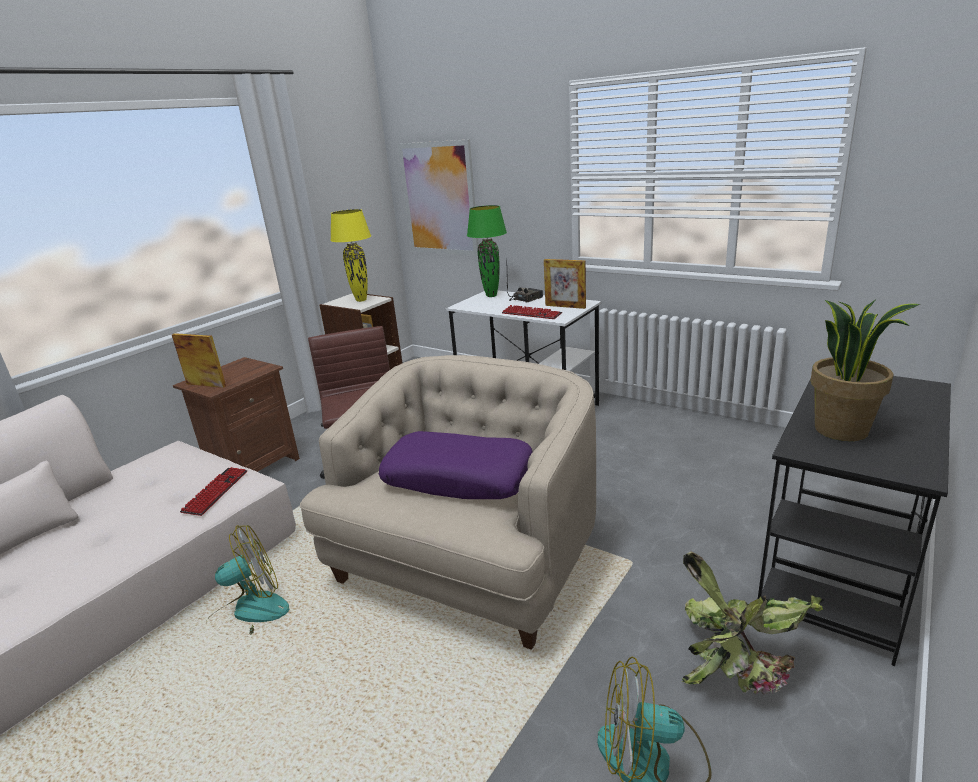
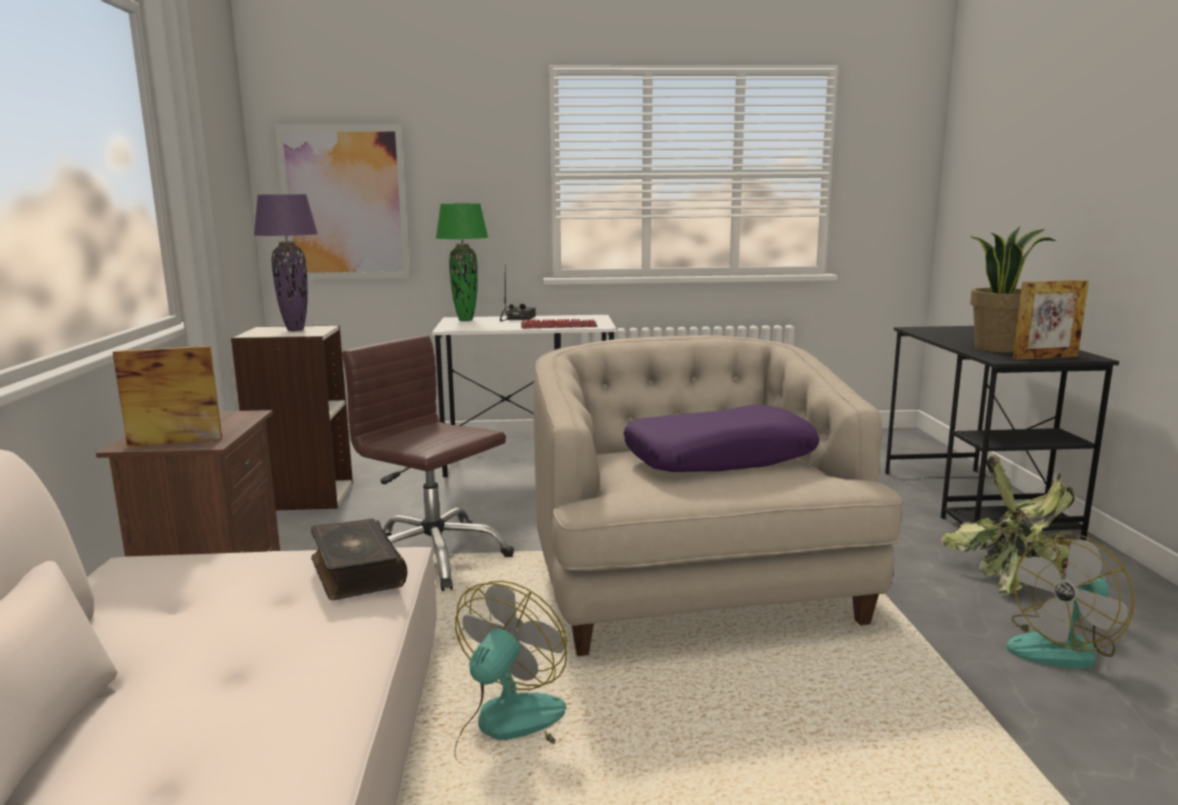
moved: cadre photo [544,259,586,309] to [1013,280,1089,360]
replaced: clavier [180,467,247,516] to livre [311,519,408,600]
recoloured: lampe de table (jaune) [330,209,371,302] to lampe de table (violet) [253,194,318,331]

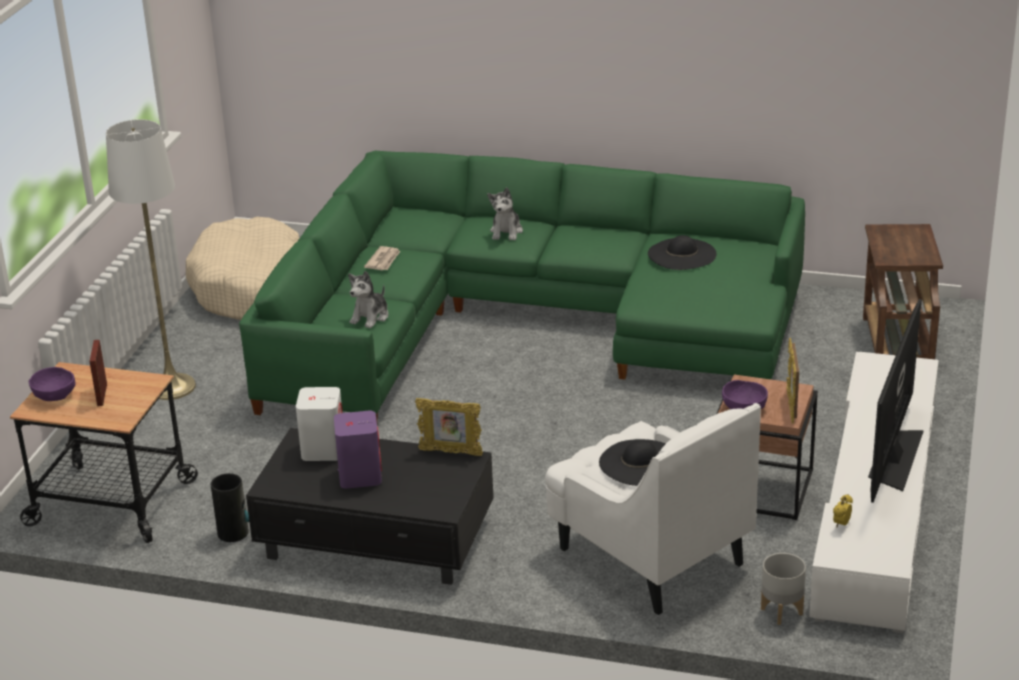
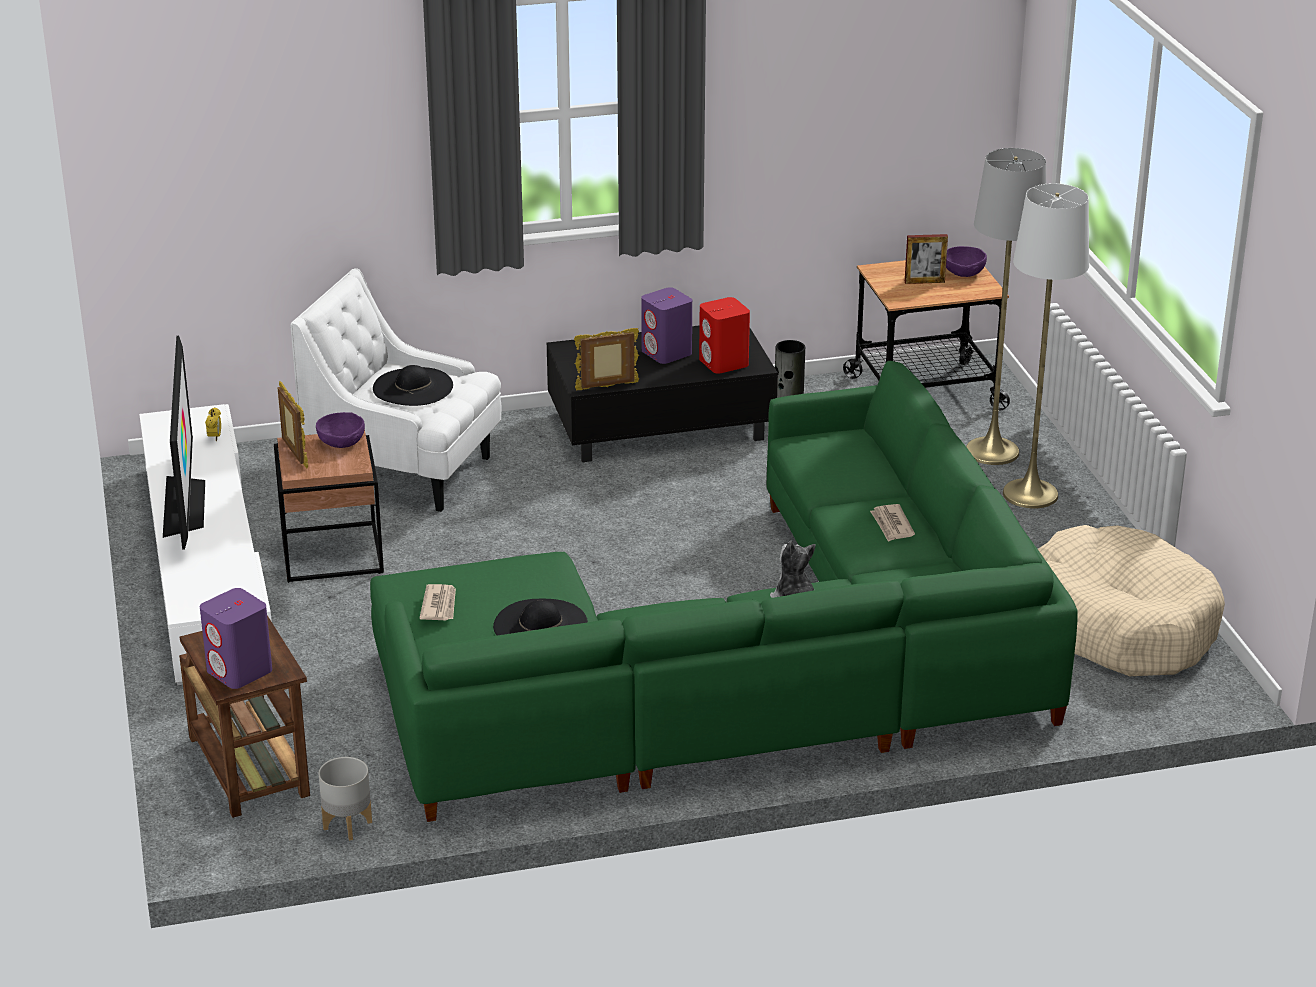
removed: peluche [348,271,389,328]
added: enceinte (violet) [200,588,272,689]; journal [419,584,456,621]; lampadaire (gris) [966,148,1046,465]
moved: cache-pot (gris) [761,553,806,625] to [319,757,372,841]
recoloured: enceinte (blanc) [296,387,342,461] to enceinte (rouge) [699,297,750,374]
turned: cadre photo [89,340,107,406] = [905,234,948,284] 120 degrees clockwise

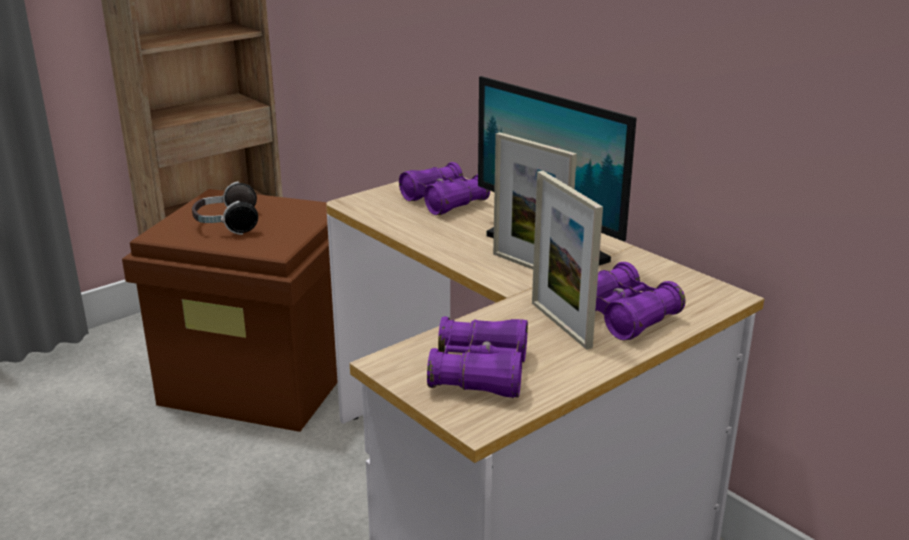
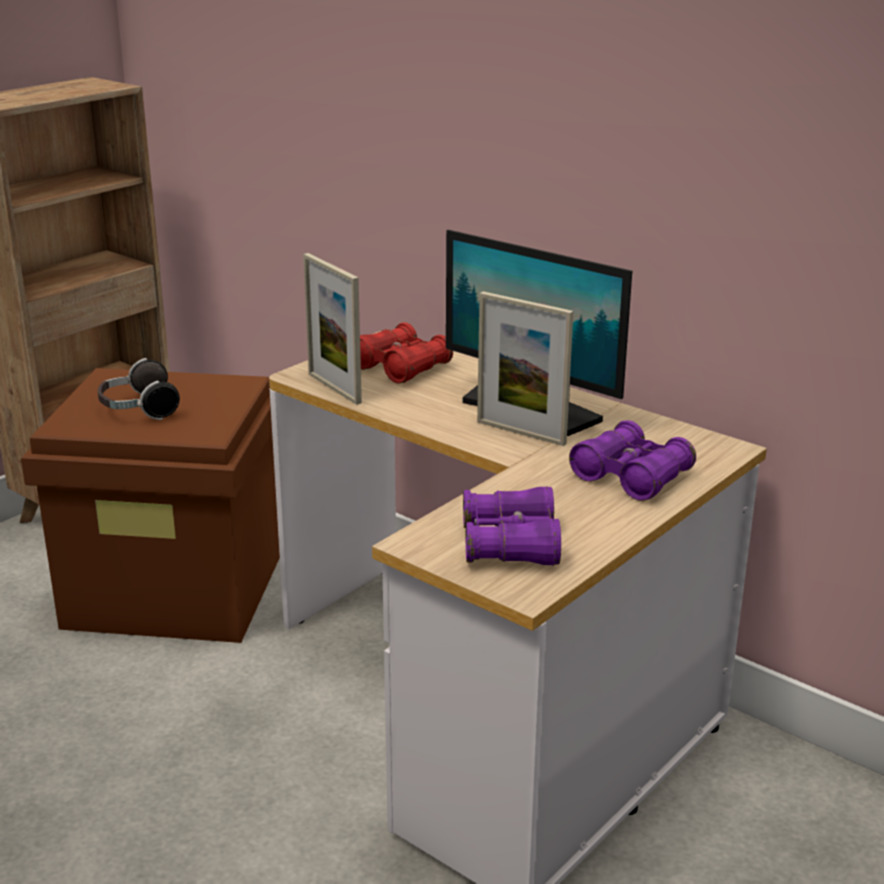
moved: cadre photo [532,171,603,350] to [303,253,362,405]
recoloured: jumelles (violet) [399,162,490,215] to jumelles (rouge) [360,323,453,383]

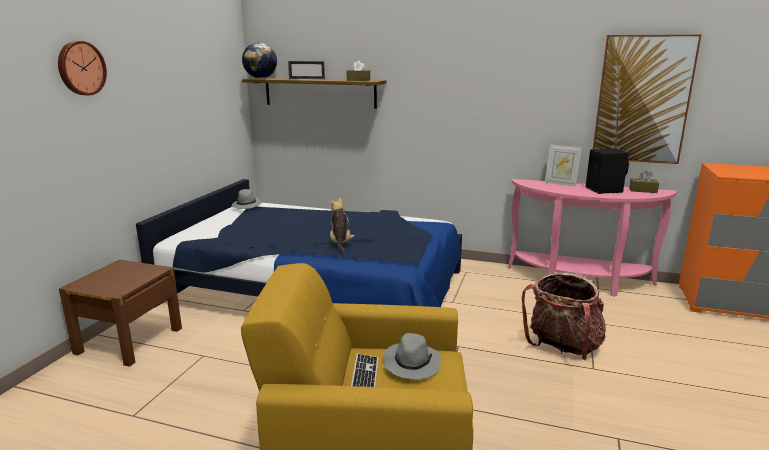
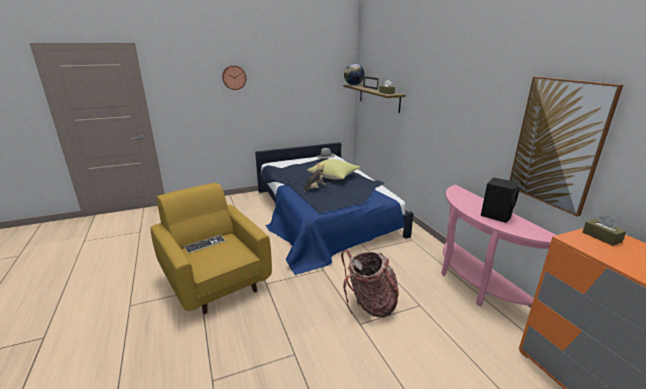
removed: table de chevet (marron) [59,260,182,367]; chapeau (gris) [384,333,441,380]; cadre photo [545,144,582,187]
added: coussin (jaune) [307,159,361,180]
moved: boîte à mouchoirs (marron) [629,170,659,193] to [583,215,626,246]

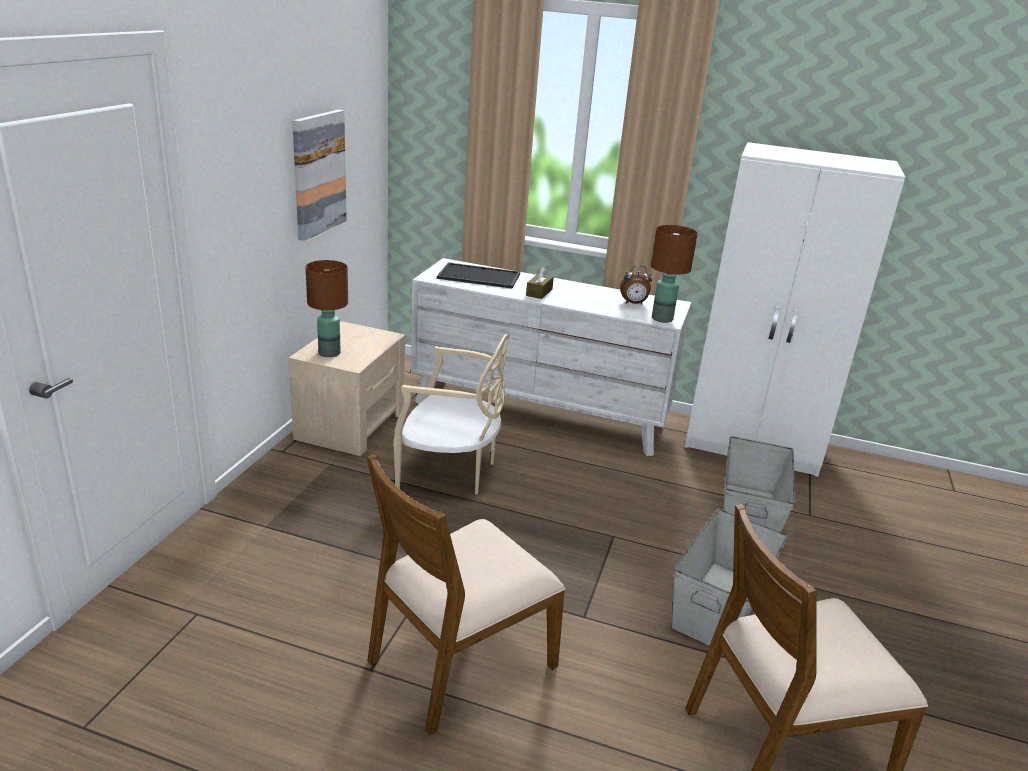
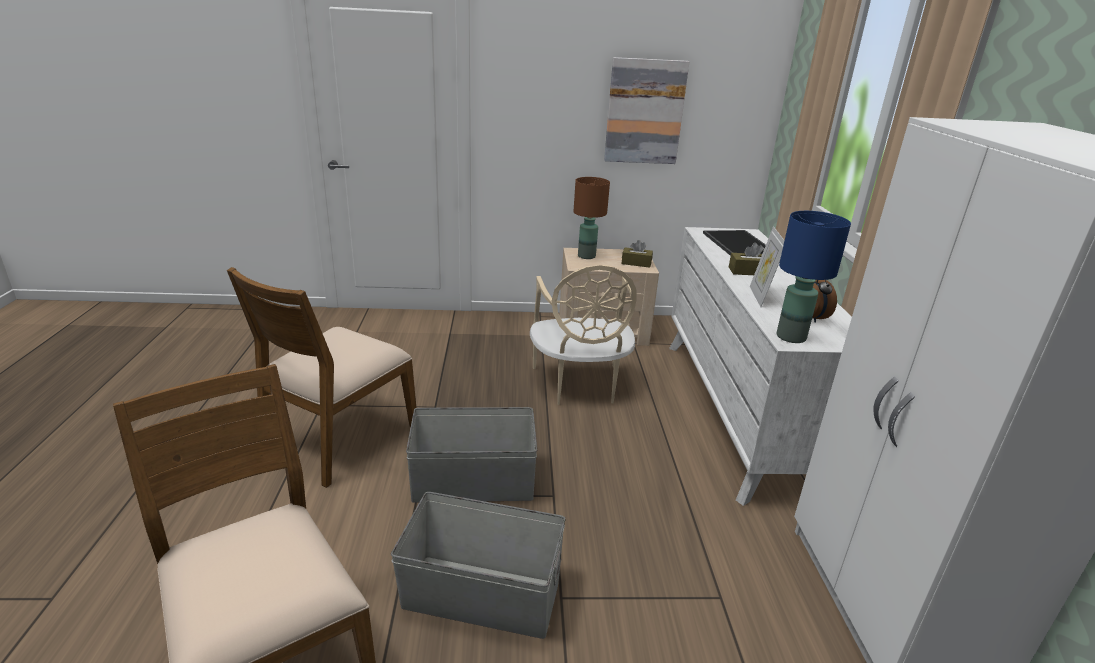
added: boîte à mouchoirs (marron) [622,240,653,268]; cadre photo [750,226,785,307]
moved: boîte de rangement (gris) [723,436,795,532] to [406,407,537,503]
recoloured: lampe de table (marron) [651,225,698,323] to lampe de table (bleu) [776,211,851,343]
turned: chaise (marron) [366,453,566,735] = [227,267,416,488] 90 degrees counterclockwise

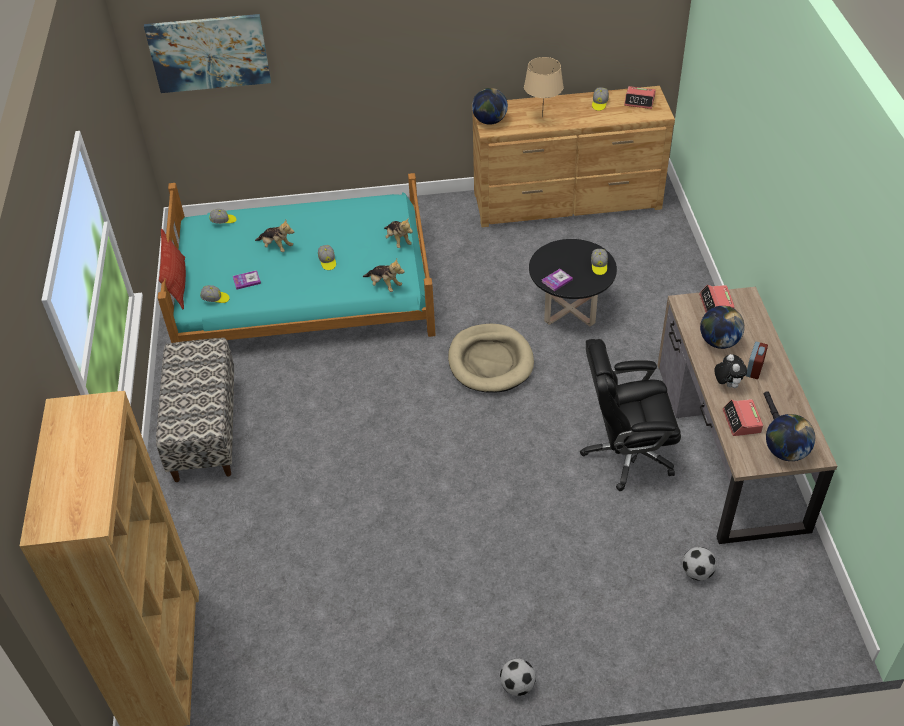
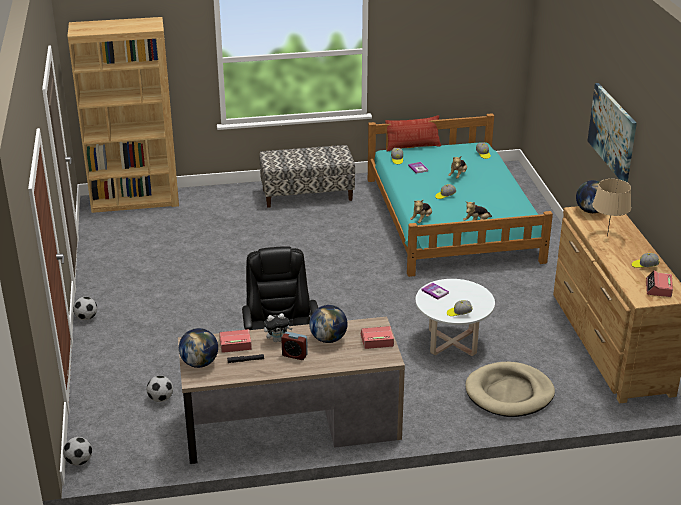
added: ballon de foot [63,437,92,466]
moved: panier pour chien (beige) [448,324,534,393] to [465,362,555,417]; tableau [144,14,271,93] to [588,83,637,183]
recoloured: table basse (noir) [529,239,617,326] to table basse (blanc) [415,279,495,356]

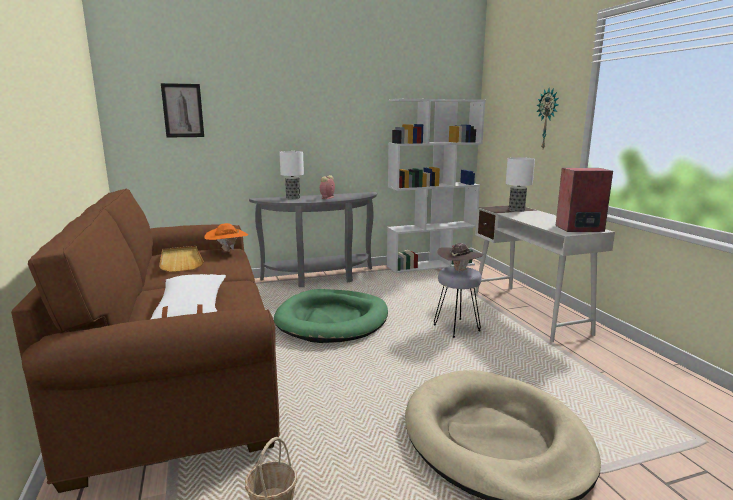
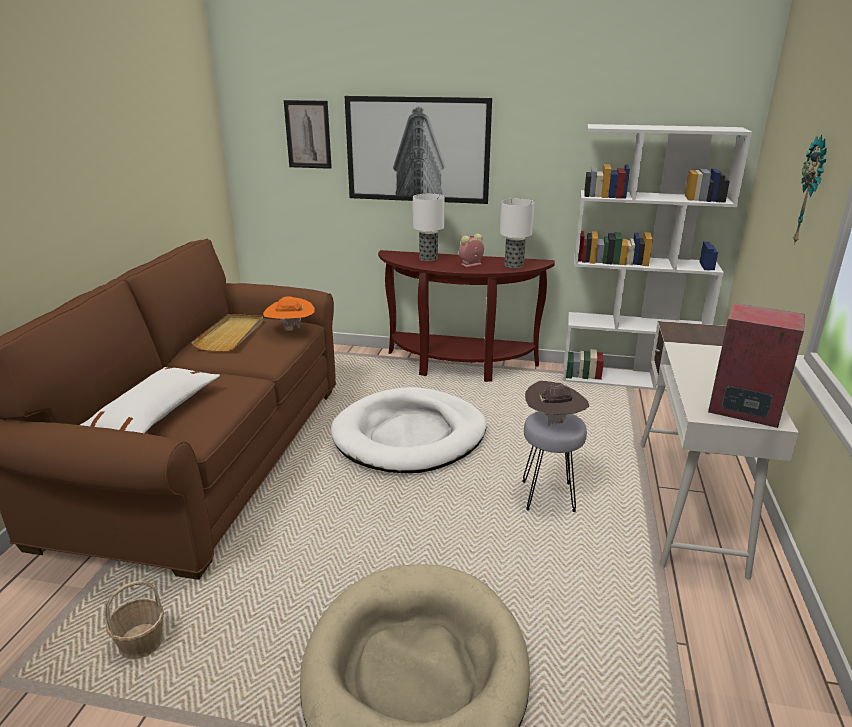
added: tableau [345,96,492,204]
moved: lampe de table [506,157,535,212] to [500,199,535,268]
recoloured: panier pour chien (vert) [274,289,388,343] to panier pour chien (blanc) [331,387,487,473]; table console (gris) [249,192,377,287] to table console (marron) [378,250,555,382]

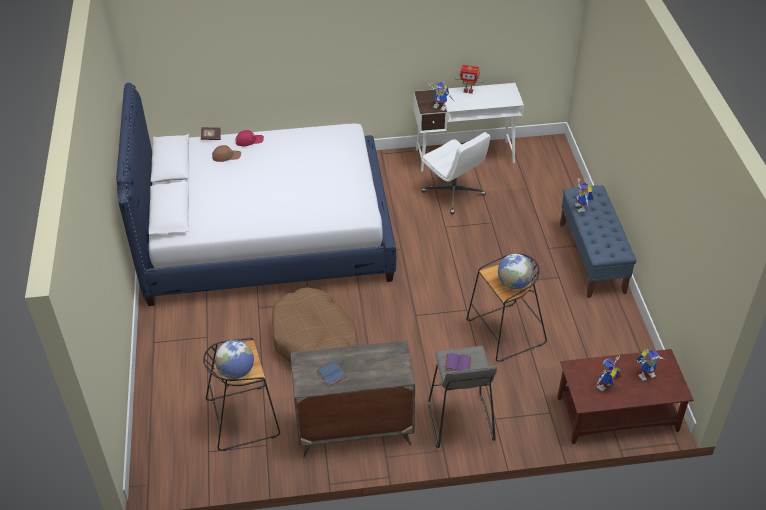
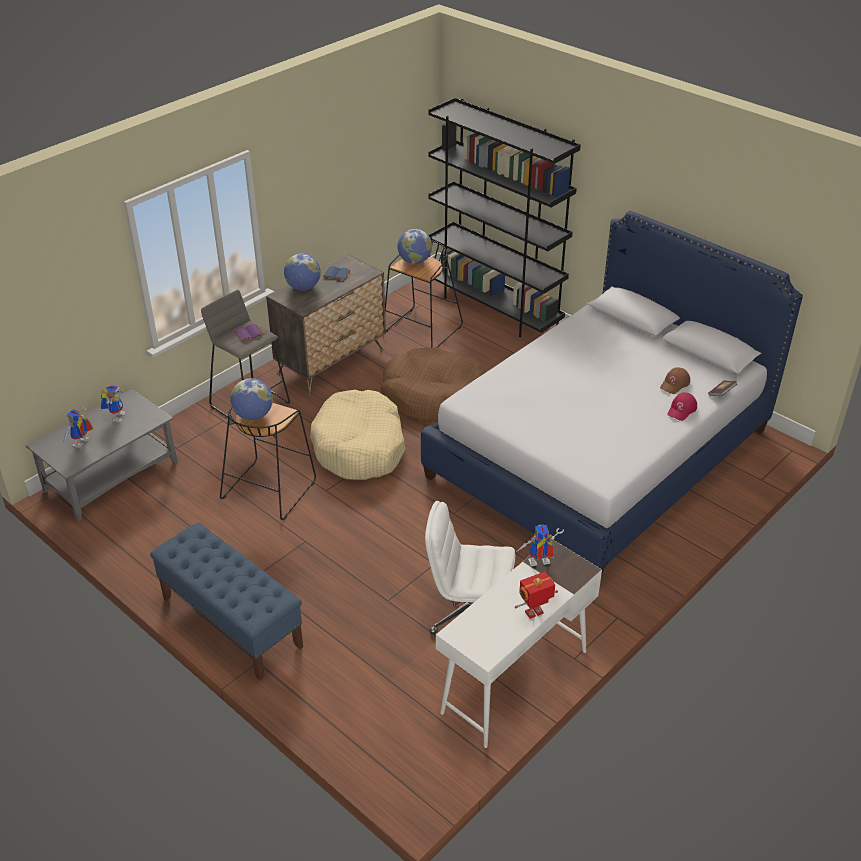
removed: robot jouet [575,178,593,212]
added: globe [284,254,321,290]; panier pour chien (beige) [310,390,406,480]; bibliothèque (noir) [428,98,581,337]
recoloured: table basse (marron) [557,349,694,444] to table basse (gris) [26,389,178,521]

